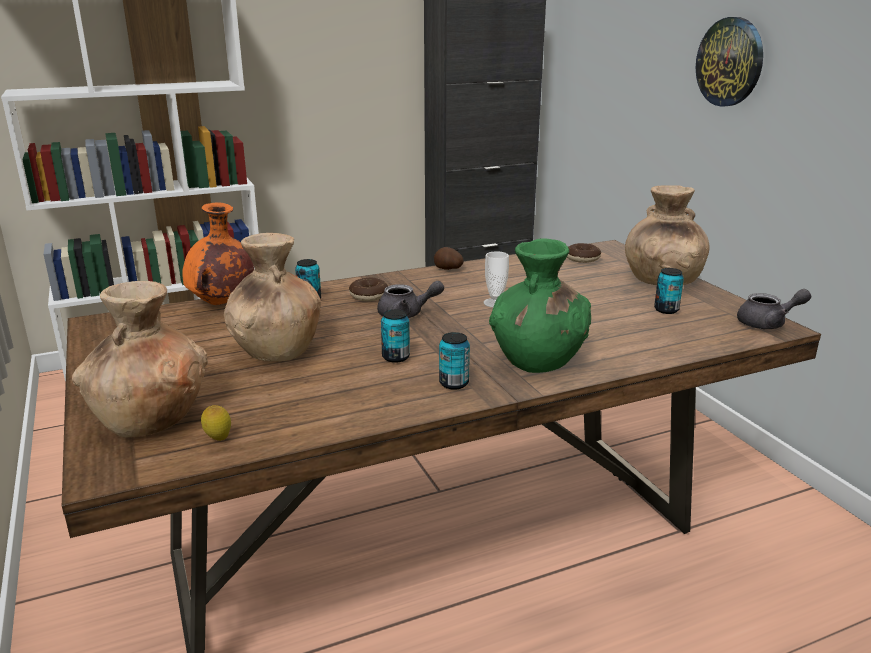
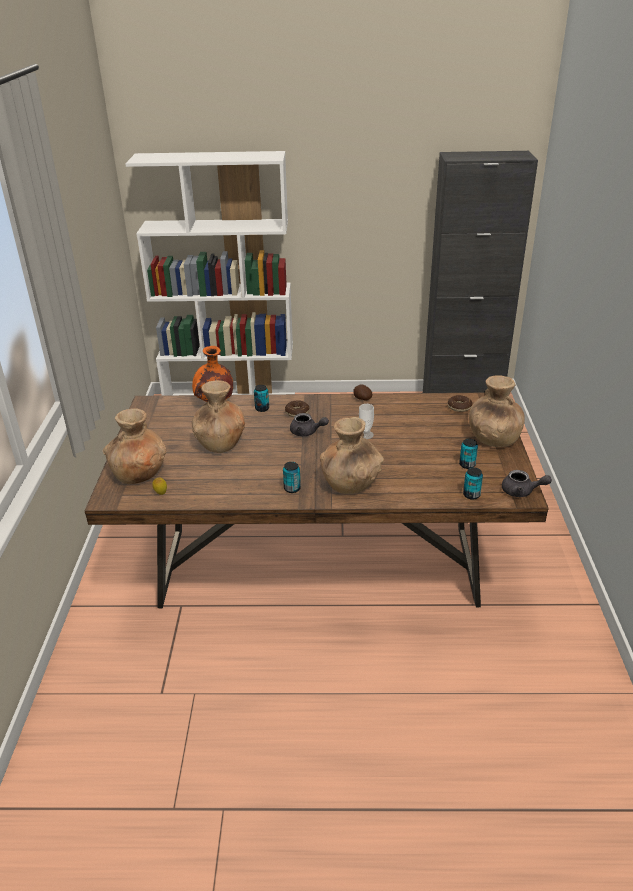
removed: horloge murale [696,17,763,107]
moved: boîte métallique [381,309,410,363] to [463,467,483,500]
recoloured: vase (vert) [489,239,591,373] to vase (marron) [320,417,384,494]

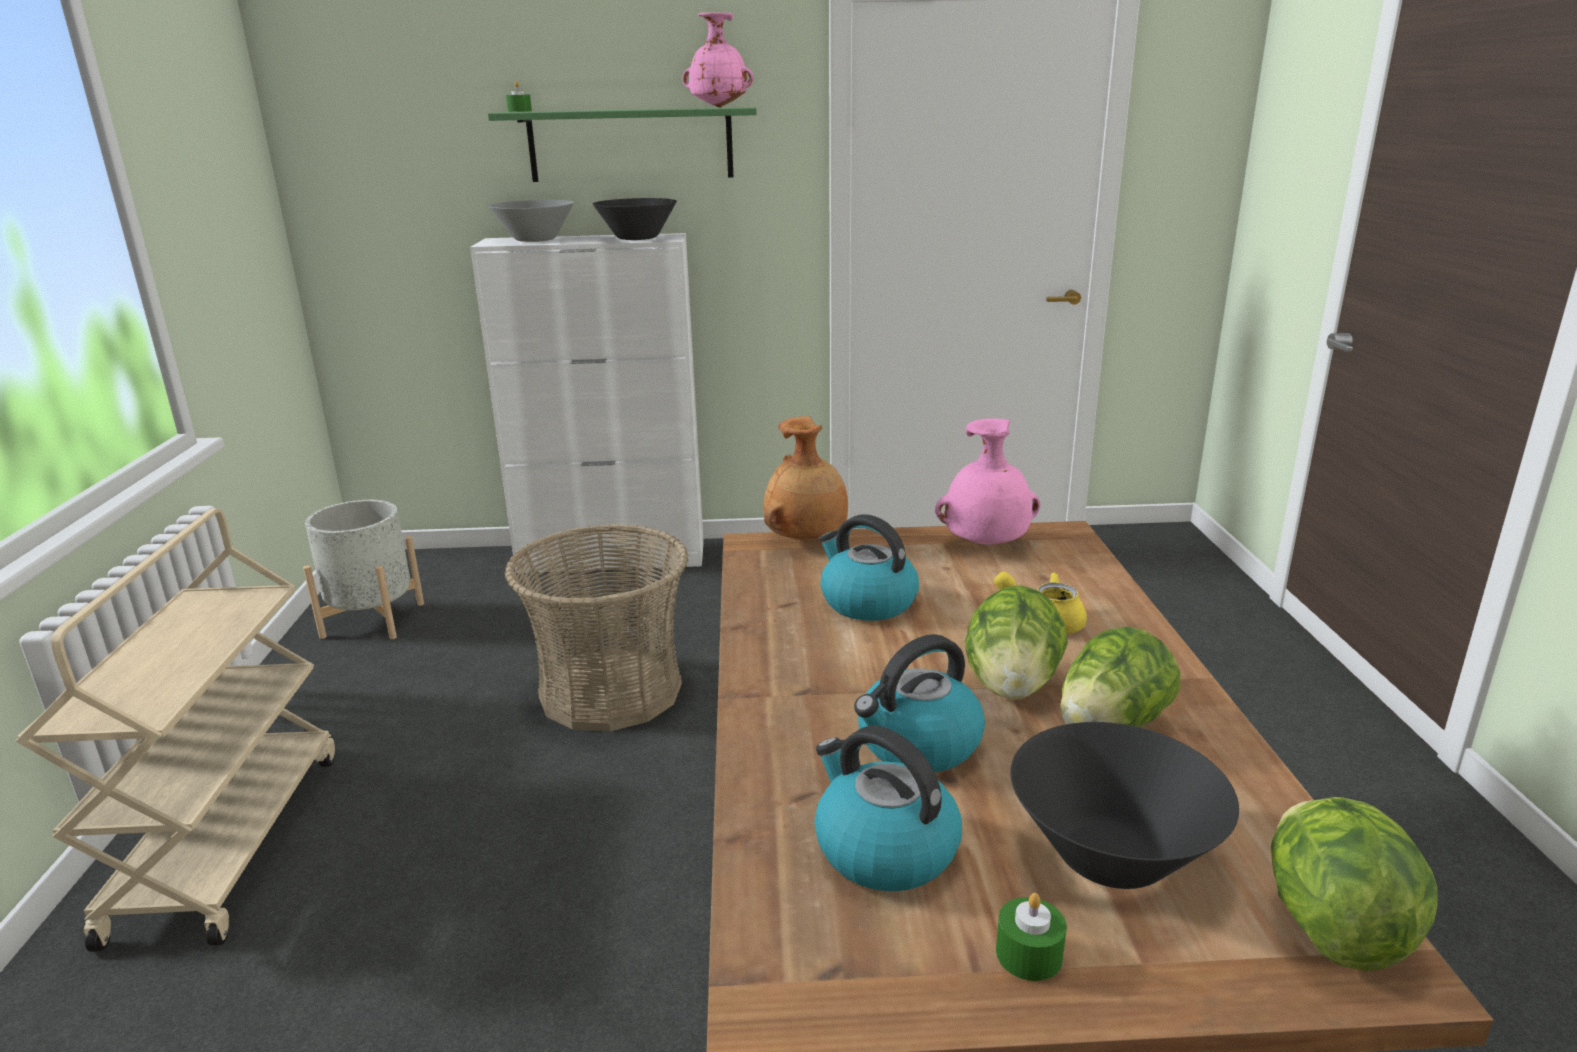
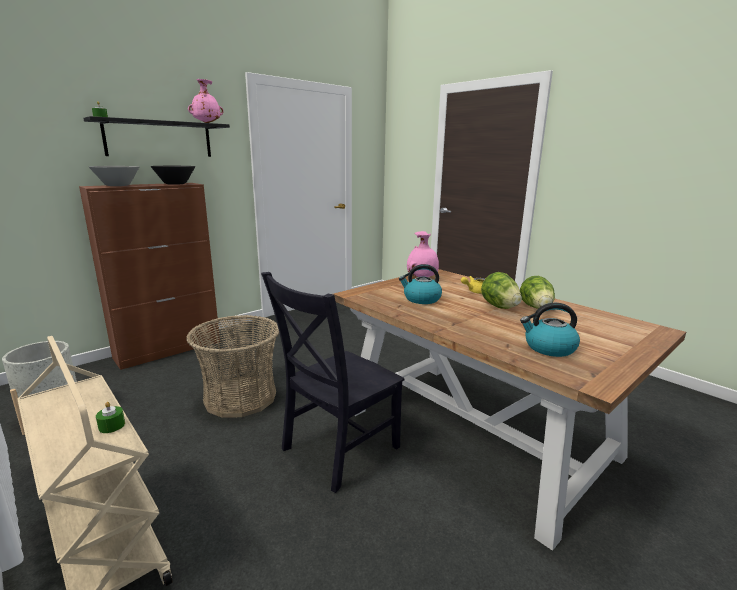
removed: vase (marron) [764,416,848,541]; bouilloire [854,634,985,772]; bol (noir) [1010,722,1239,889]; laitue [1271,797,1437,971]
added: chaise (noir) [261,272,404,493]
moved: bougie (vert) [996,893,1067,981] to [96,402,125,433]
recoloured: meuble de rangement (blanc) [470,233,704,573] to meuble de rangement (marron) [79,183,220,370]; étagère (vert) [488,107,757,182] to étagère (noir) [83,116,230,157]

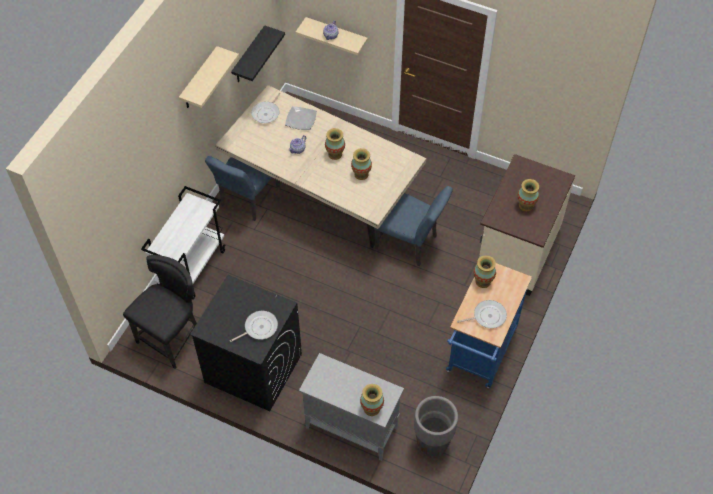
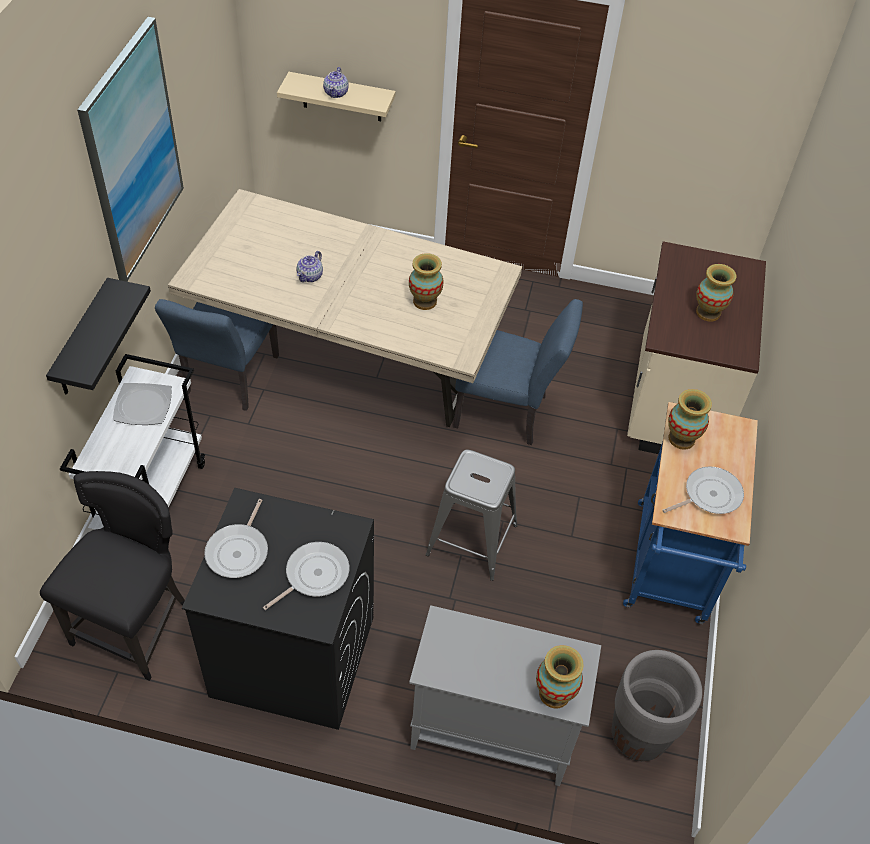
removed: vase [325,128,345,160]
added: tabouret (gris) [426,450,518,581]
moved: étagère (noir) [231,25,285,82] to [46,278,151,395]; assiette [285,106,317,130] to [113,383,172,425]; poêle [251,93,281,123] to [204,499,268,578]
replaced: étagère (beige) [179,46,239,108] to tableau [77,17,184,282]

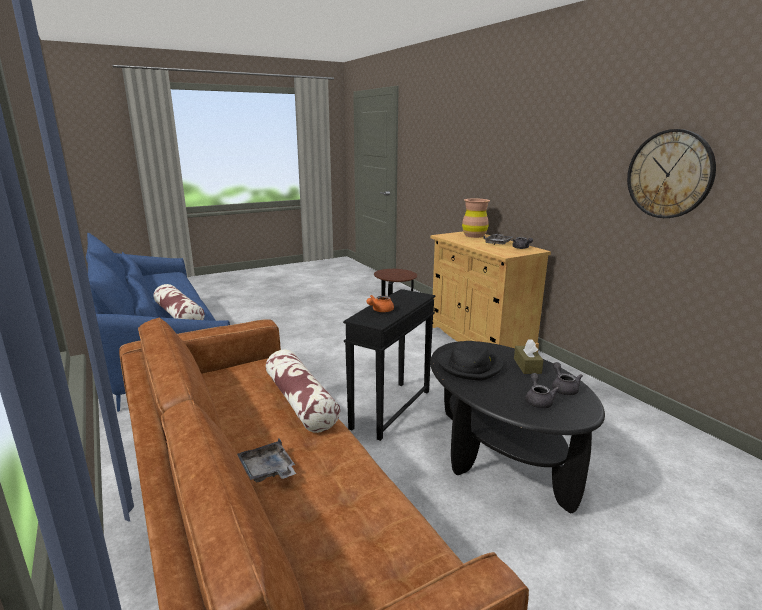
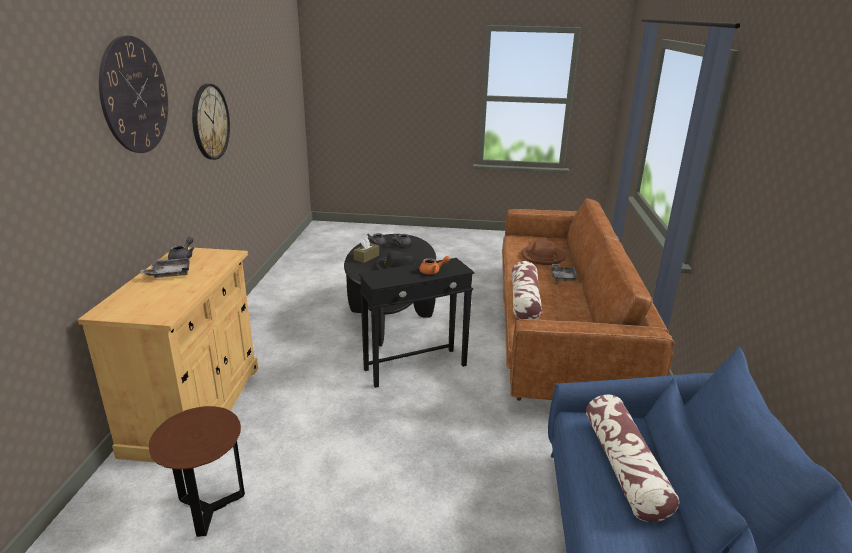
removed: vase (marron) [462,198,490,238]
added: horloge murale [99,36,168,153]; chapeau (marron) [521,240,566,265]

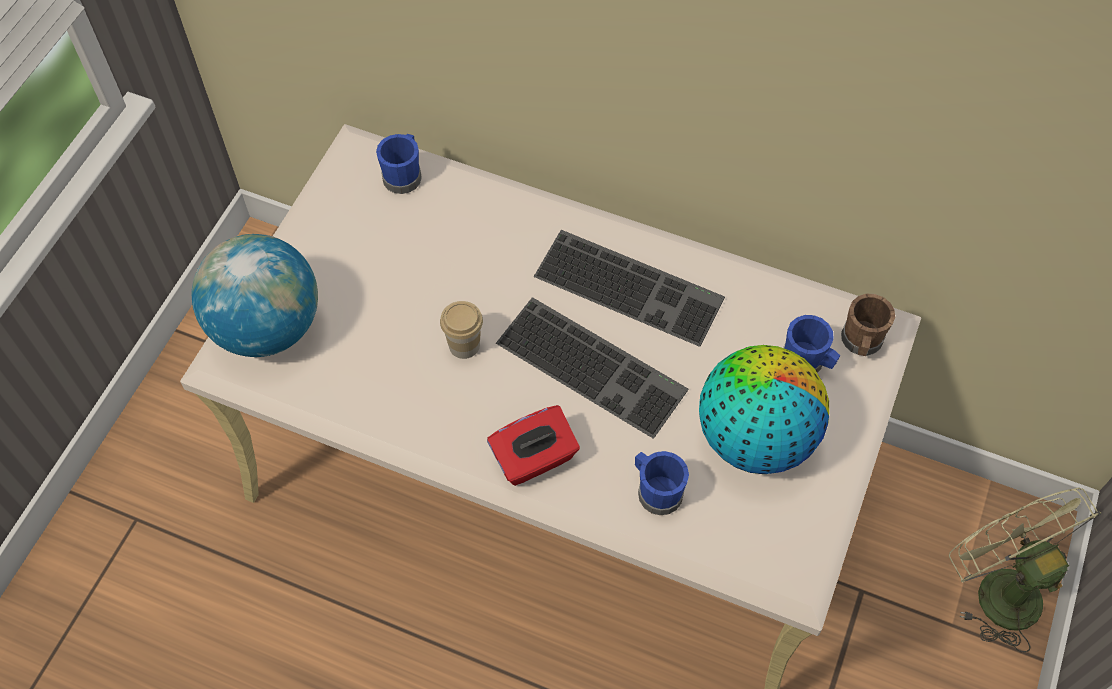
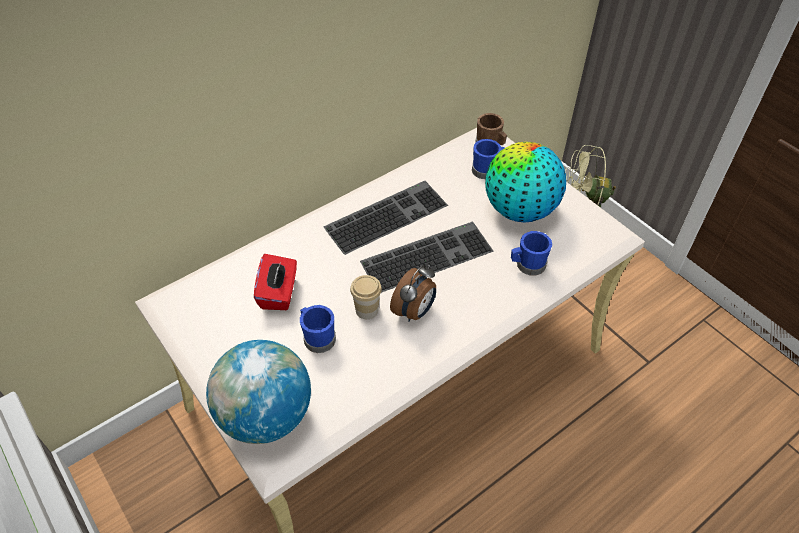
added: réveil [390,265,436,321]
moved: boîte à mouchoirs (rouge) [487,405,580,486] to [254,254,297,310]; mug (bleu) [376,134,422,194] to [300,305,336,353]

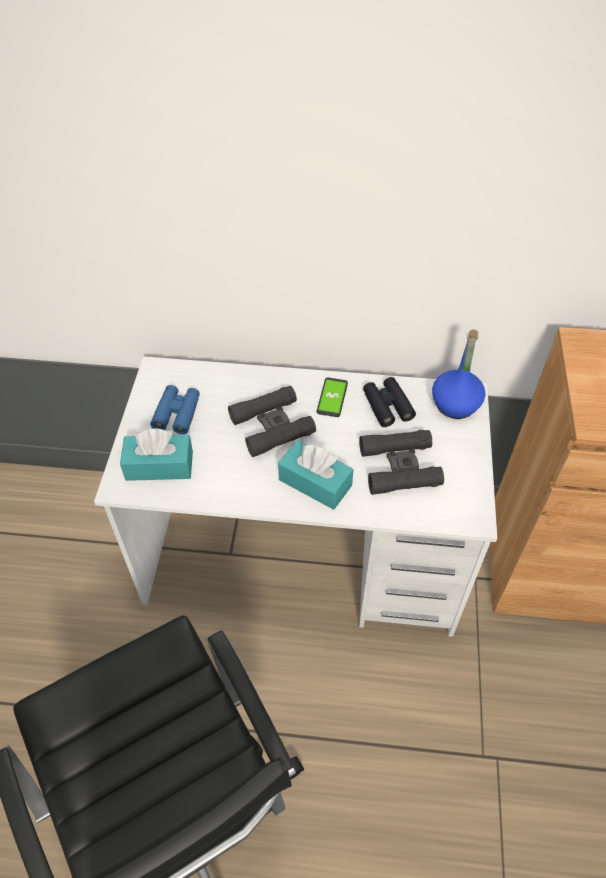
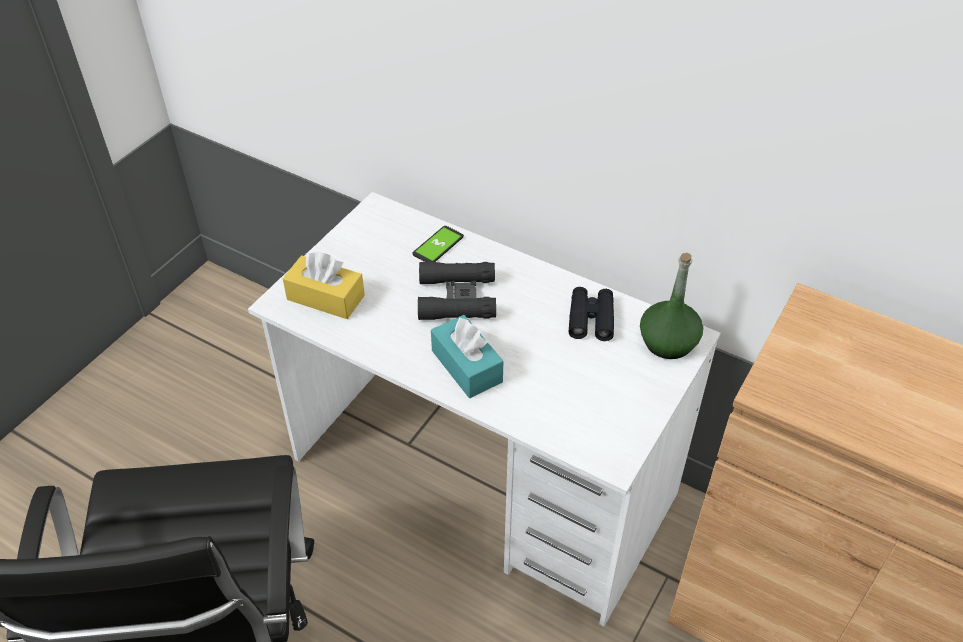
removed: jumelles (bleu) [150,385,200,434]; jumelles (noir) [359,430,444,495]
moved: téléphone [317,378,348,417] to [412,226,464,262]
recoloured: boîte à mouchoirs (turquoise) [120,428,193,481] to boîte à mouchoirs (jaune) [283,252,365,319]; bouteille (bleu) [432,329,485,419] to bouteille (vert) [640,253,703,359]

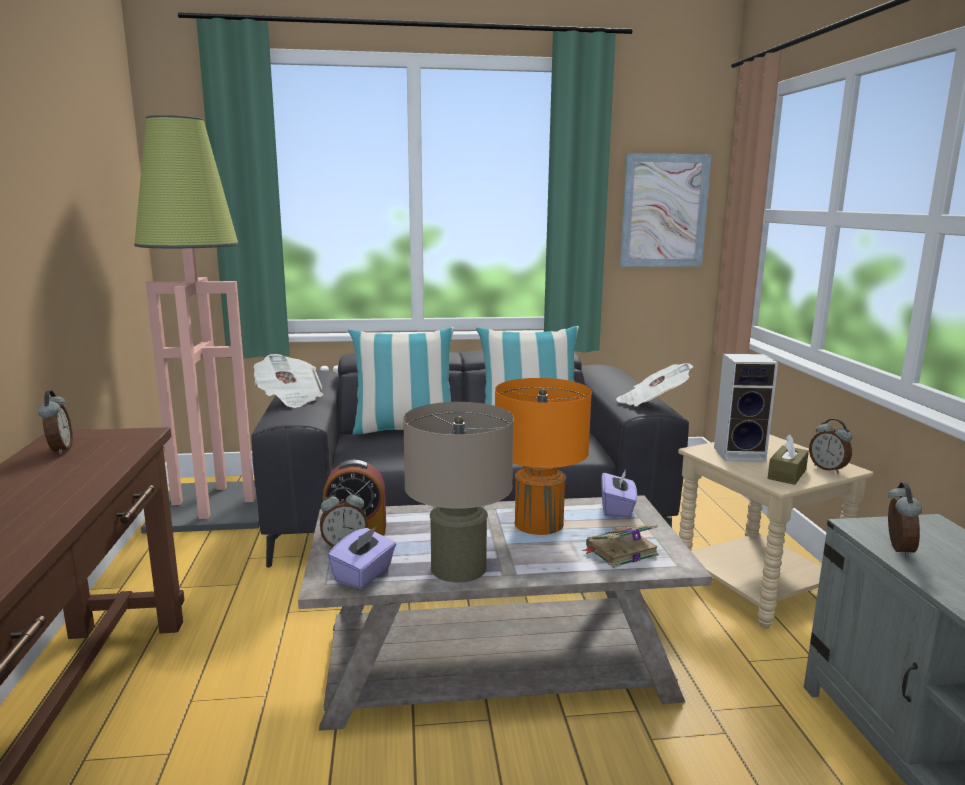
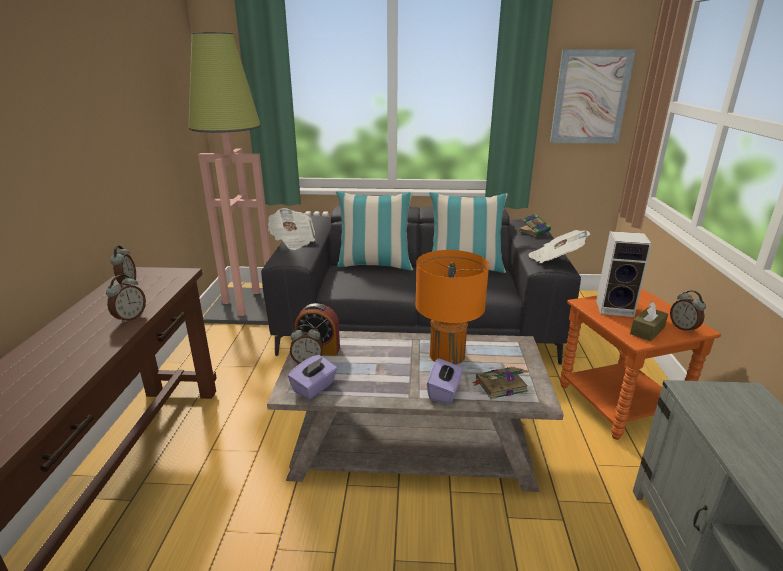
removed: lampe de table (beige) [403,402,514,583]
added: livre [518,214,551,237]
moved: réveil [888,483,922,558] to [106,275,146,324]; boîte à mouchoirs (violet) [601,468,637,518] to [427,358,463,404]
recoloured: table d'appoint (beige) [678,435,873,629] to table d'appoint (orange) [560,289,721,440]

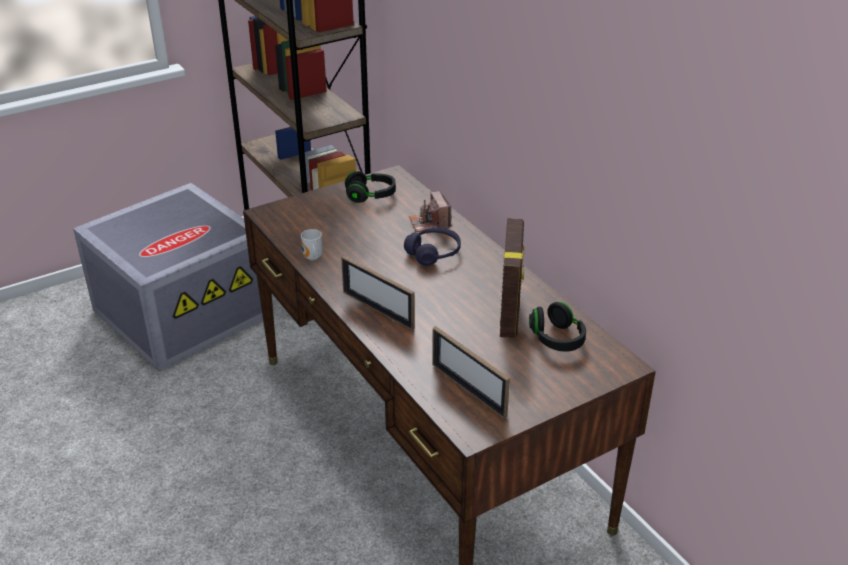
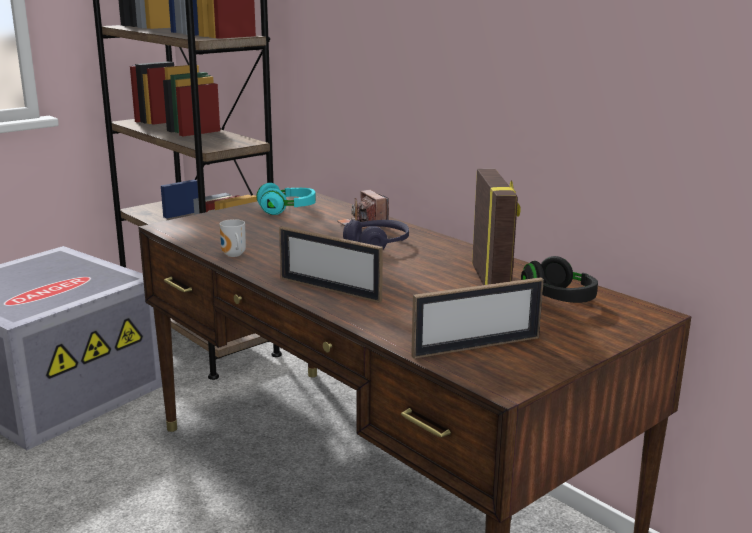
recoloured: casque audio (noir) [345,171,396,203] to casque audio (turquoise) [256,183,316,215]
turned: cadre photo [432,326,510,419] = [411,277,544,359] 60 degrees counterclockwise

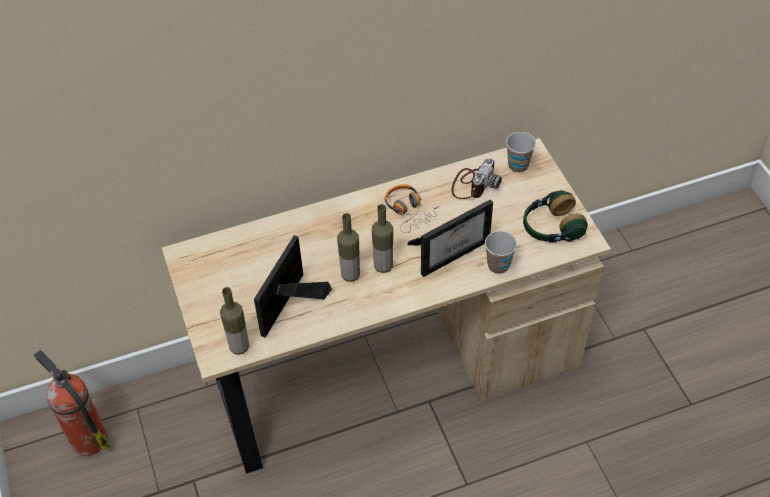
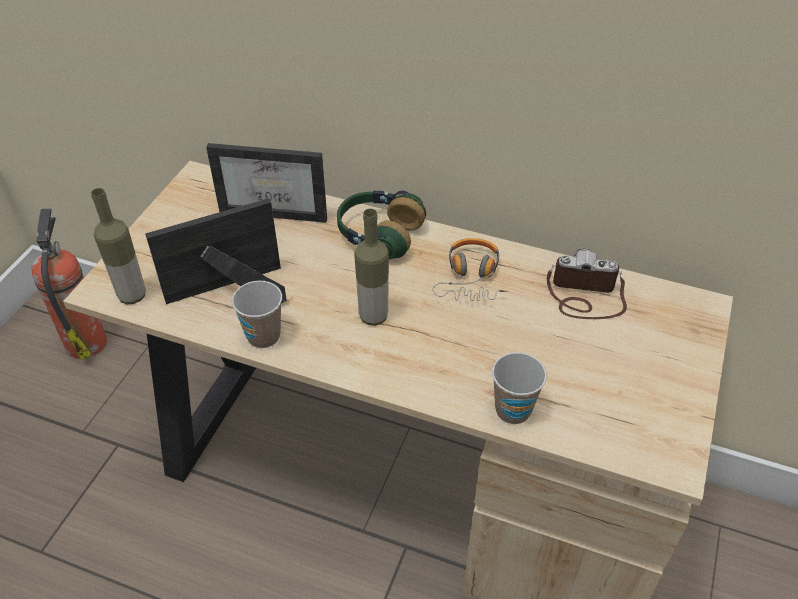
removed: bouteille [337,213,360,282]
moved: cadre photo [407,200,493,277] to [206,143,327,223]; tasse [506,132,536,173] to [232,281,282,348]; casque audio [523,190,588,242] to [337,190,426,259]
turned: appareil photo [451,158,502,199] = [547,248,627,319] 150 degrees counterclockwise

